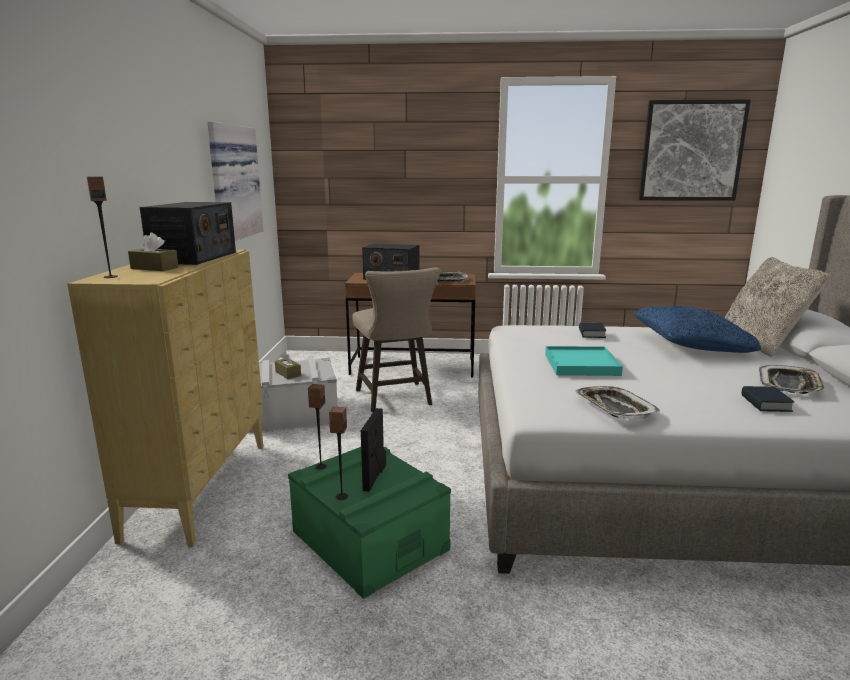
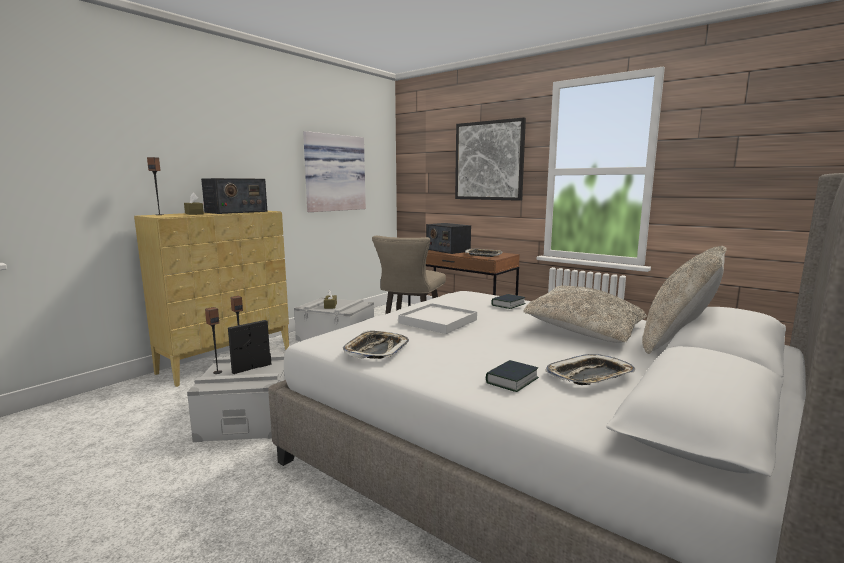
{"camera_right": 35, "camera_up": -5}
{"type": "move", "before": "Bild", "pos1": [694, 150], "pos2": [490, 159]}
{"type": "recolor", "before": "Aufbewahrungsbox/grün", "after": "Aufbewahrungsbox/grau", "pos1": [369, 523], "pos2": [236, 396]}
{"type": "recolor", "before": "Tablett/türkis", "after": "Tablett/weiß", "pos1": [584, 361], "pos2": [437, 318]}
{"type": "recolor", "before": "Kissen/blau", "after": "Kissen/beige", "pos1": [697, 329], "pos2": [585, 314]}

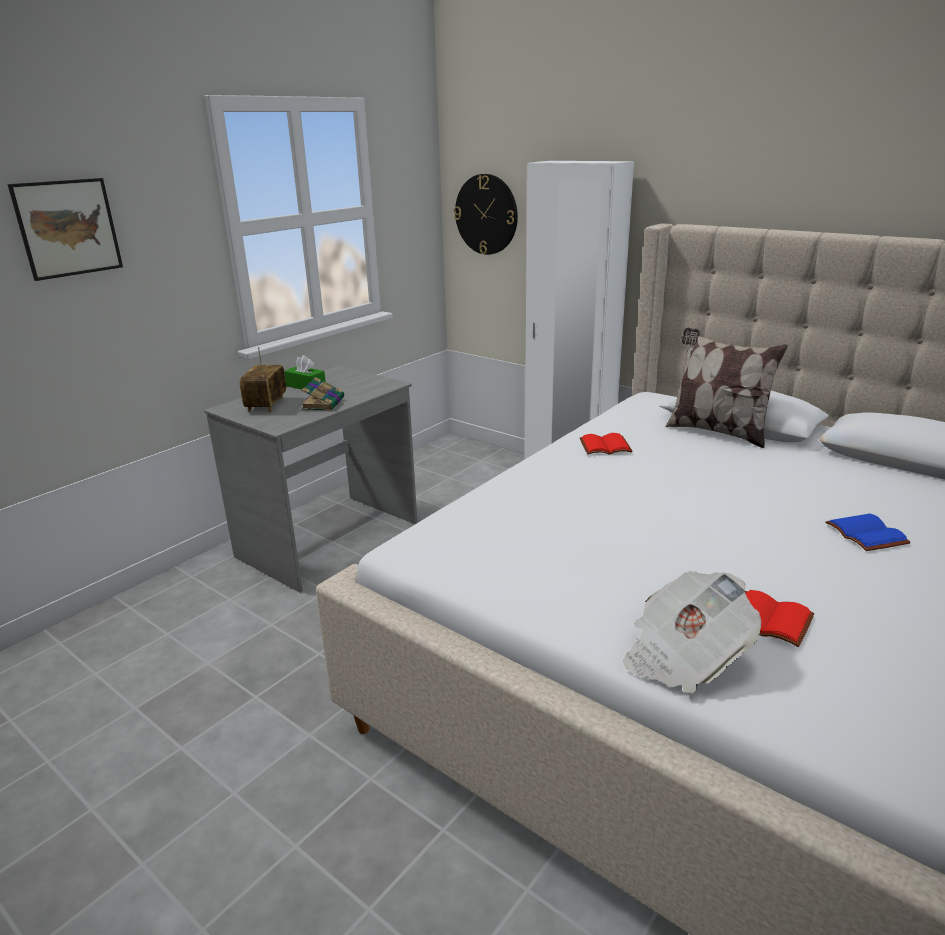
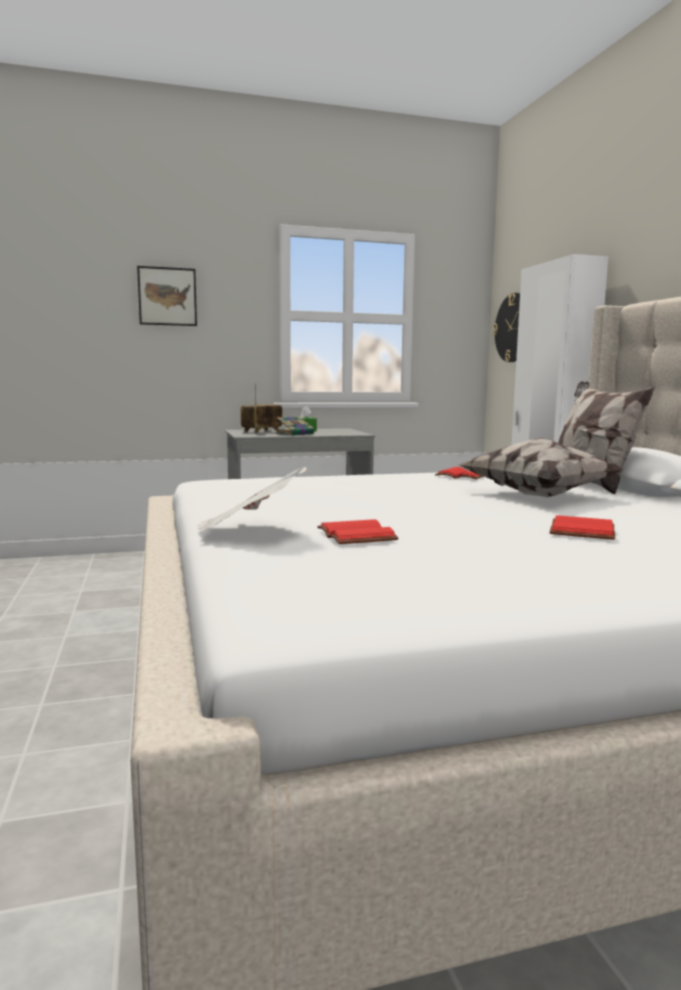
{"camera_right": 35, "camera_up": -15}
{"type": "insert", "after": "Kissen", "pos2": [540, 467]}
{"type": "recolor", "before": "Buch/blau", "after": "Buch/rot", "pos1": [868, 532], "pos2": [582, 527]}

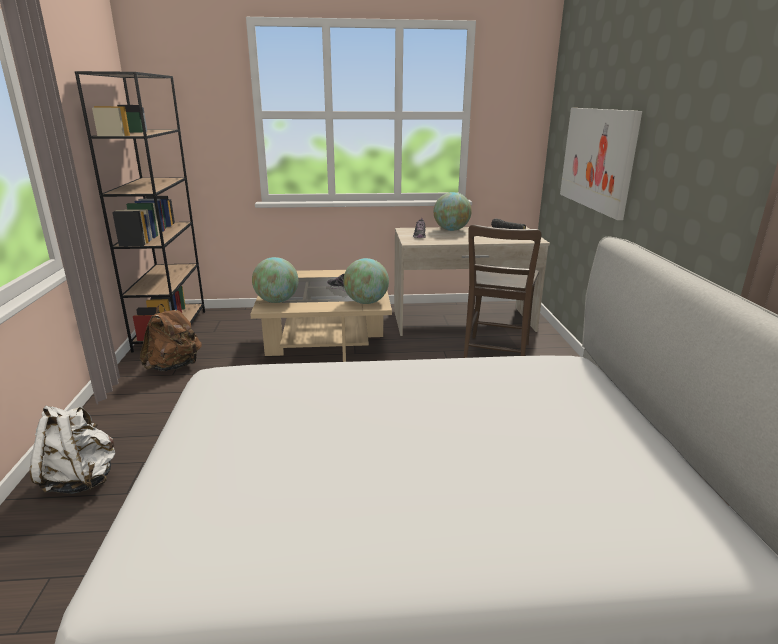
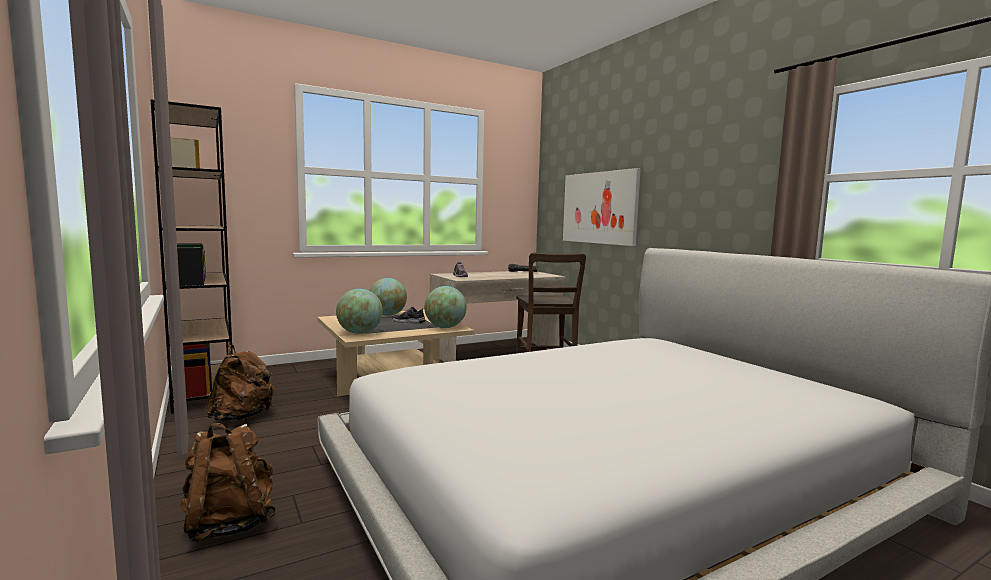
{"camera_right": -25, "camera_up": -15}
{"type": "move", "before": "Globus", "pos1": [453, 211], "pos2": [388, 297]}
{"type": "recolor", "before": "Rucksack/weiß", "after": "Rucksack/braun", "pos1": [72, 450], "pos2": [228, 482]}

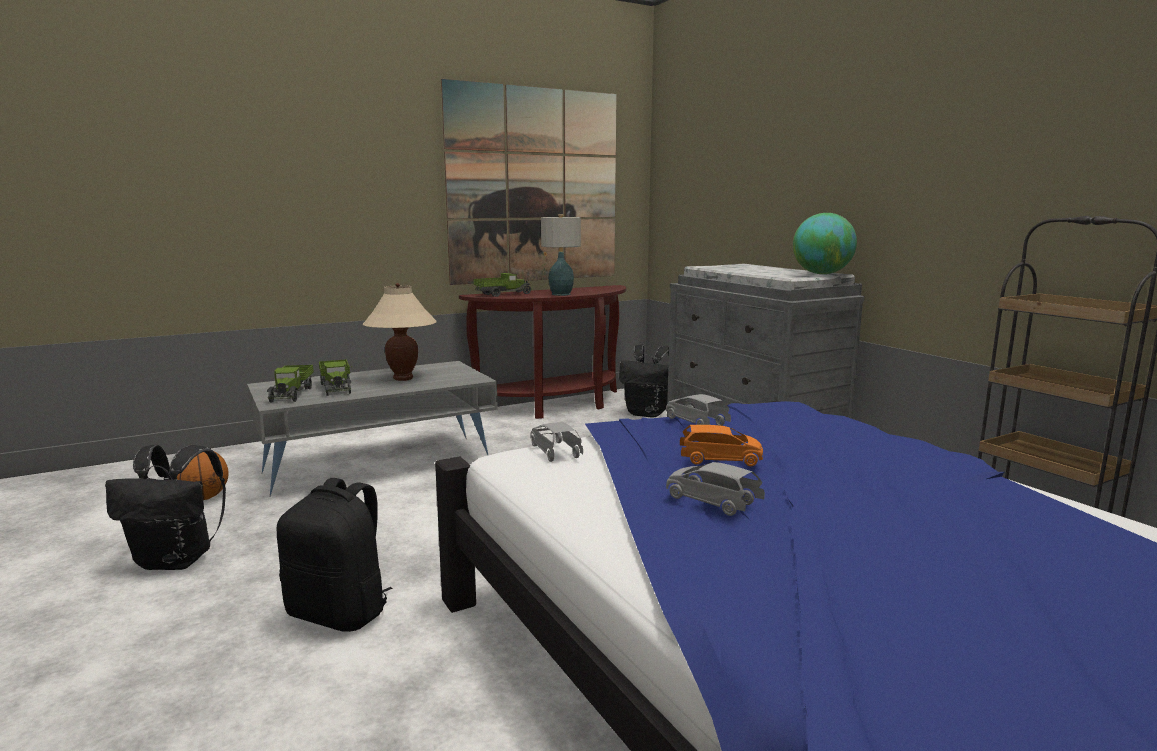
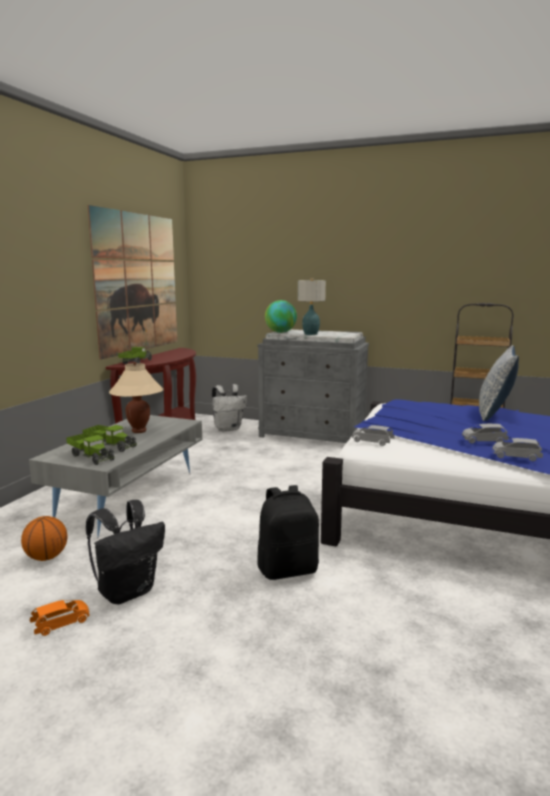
{"camera_right": -40, "camera_up": 0}
{"type": "insert", "after": "Kissen", "pos2": [499, 383]}
{"type": "move", "before": "Tischlampe", "pos1": [561, 255], "pos2": [312, 306]}
{"type": "move", "before": "Spielzeugauto/grau", "pos1": [698, 410], "pos2": [517, 449]}
{"type": "move", "before": "Spielzeugauto/orange", "pos1": [721, 445], "pos2": [60, 618]}
{"type": "move", "before": "Globus", "pos1": [825, 243], "pos2": [281, 316]}
{"type": "recolor", "before": "Rucksack/schwarz", "after": "Rucksack/weiß", "pos1": [644, 381], "pos2": [229, 407]}

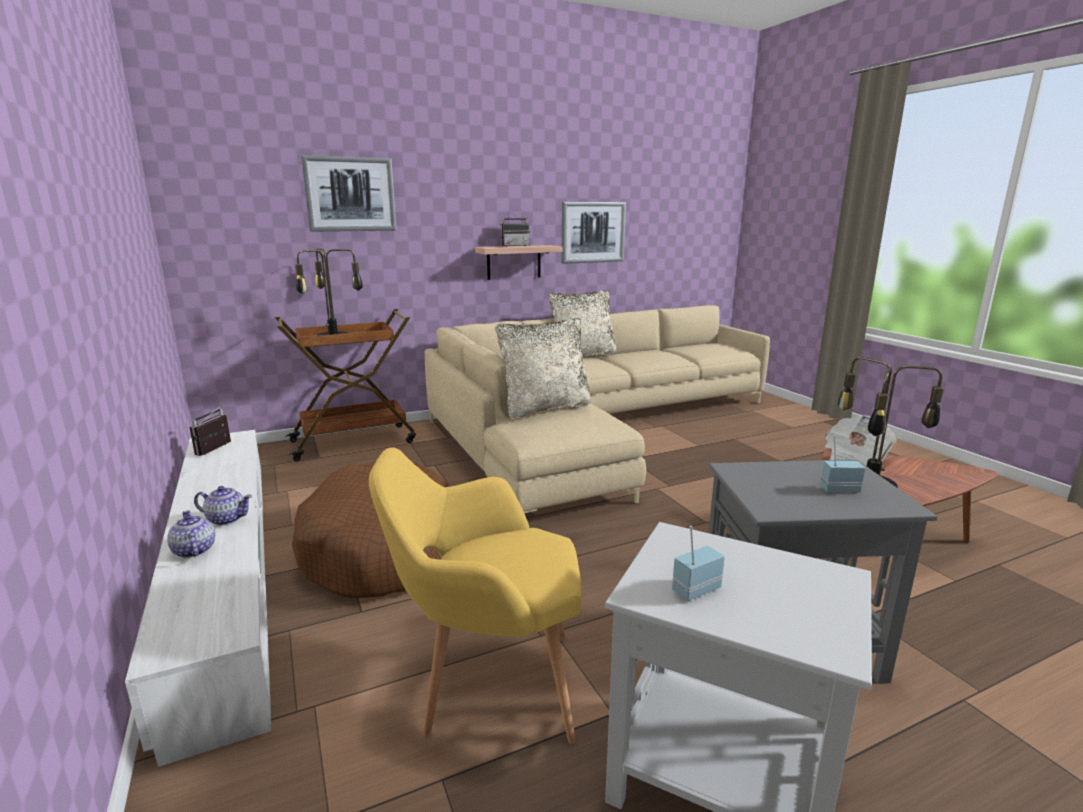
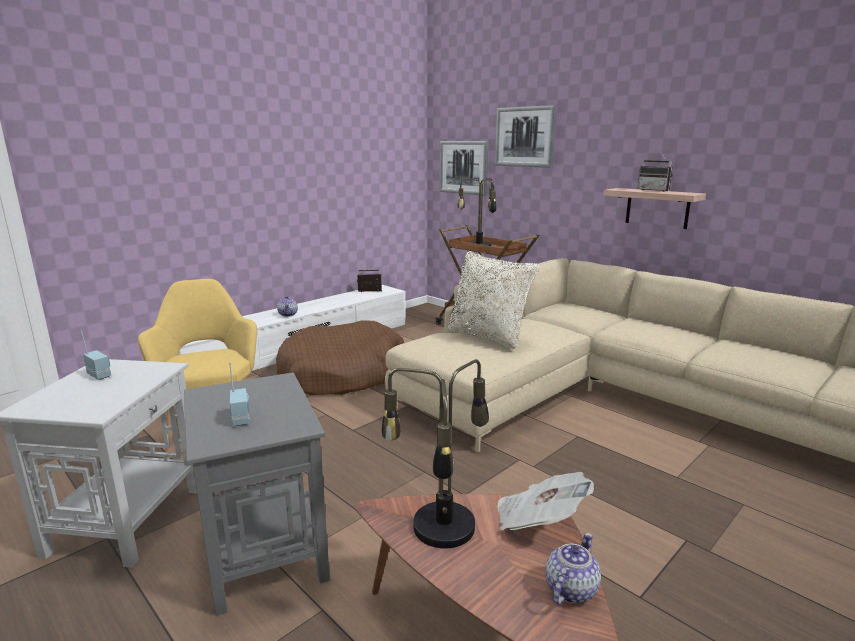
{"camera_right": 70, "camera_up": 0}
{"type": "delete", "before": "Kissen/beige", "pos1": [582, 323]}
{"type": "move", "before": "Teekanne", "pos1": [191, 534], "pos2": [573, 569]}
{"type": "move", "before": "Bild", "pos1": [593, 233], "pos2": [463, 168]}

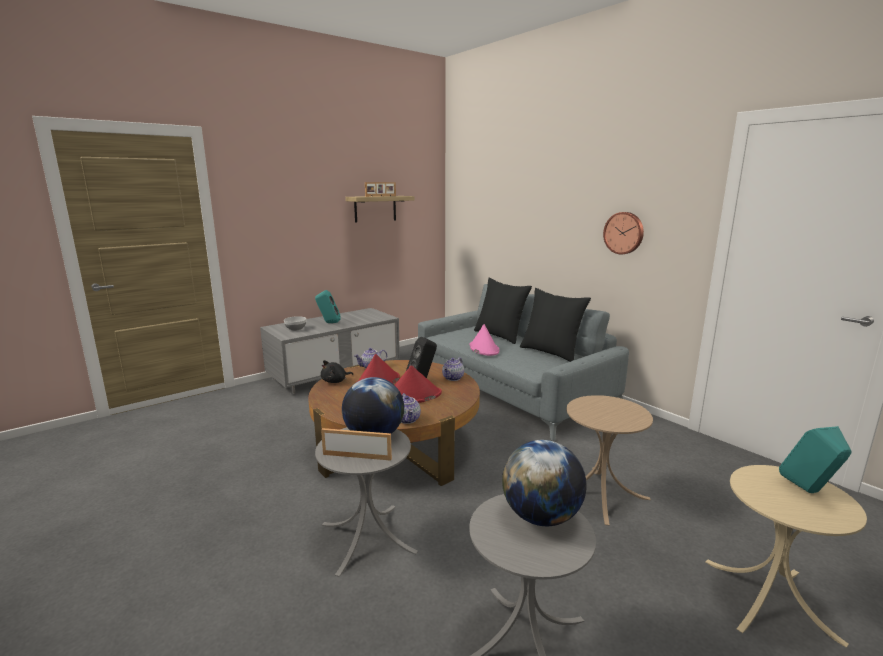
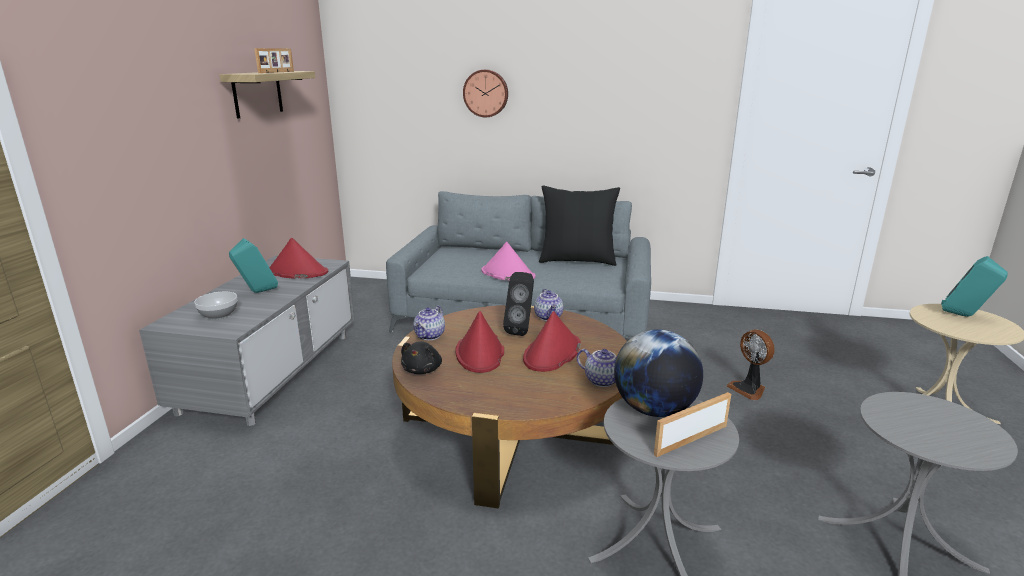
{"camera_right": -40, "camera_up": 5}
{"type": "delete", "before": "Kissen/schwarz", "pos1": [503, 311]}
{"type": "delete", "before": "Globus", "pos1": [544, 483]}
{"type": "insert", "after": "Hut/rot", "pos2": [298, 258]}
{"type": "move", "before": "Wanduhr", "pos1": [623, 233], "pos2": [485, 93]}
{"type": "replace", "before": "Beistelltisch/beige", "after": "Ventilator", "pos1": [610, 460], "pos2": [751, 364]}

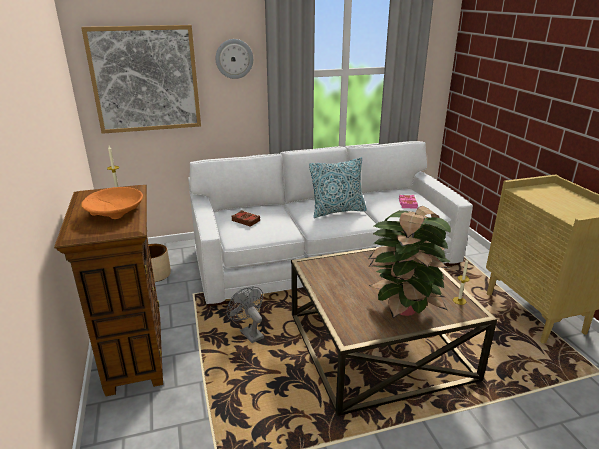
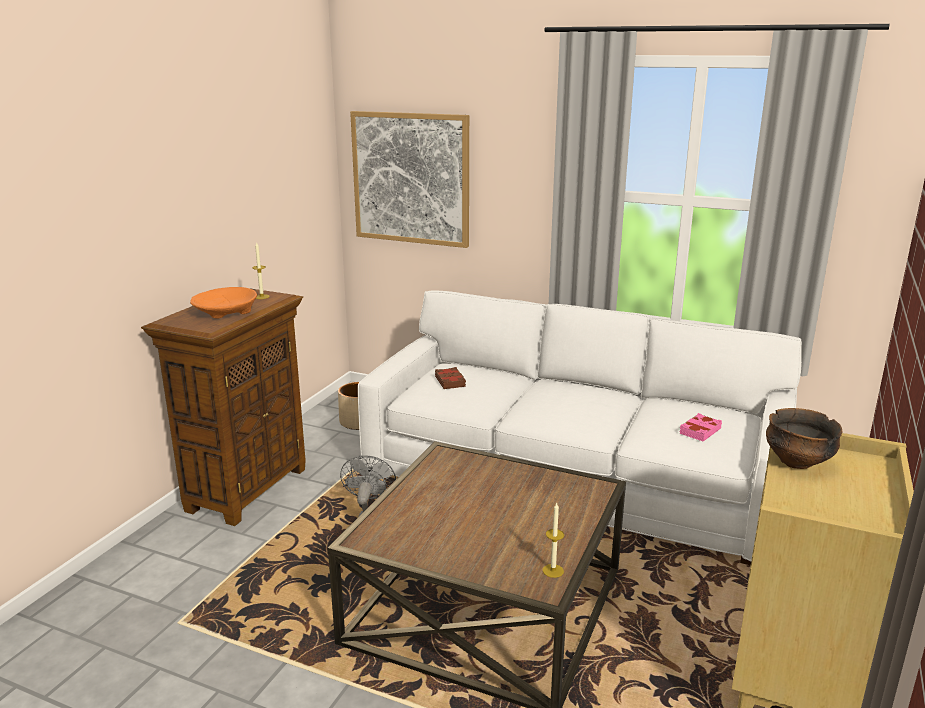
{"camera_right": 40, "camera_up": -5}
{"type": "delete", "before": "Wanduhr", "pos1": [234, 59]}
{"type": "delete", "before": "Kissen", "pos1": [338, 187]}
{"type": "delete", "before": "Topfpflanze", "pos1": [410, 262]}
{"type": "insert", "after": "Schüssel", "pos2": [804, 438]}

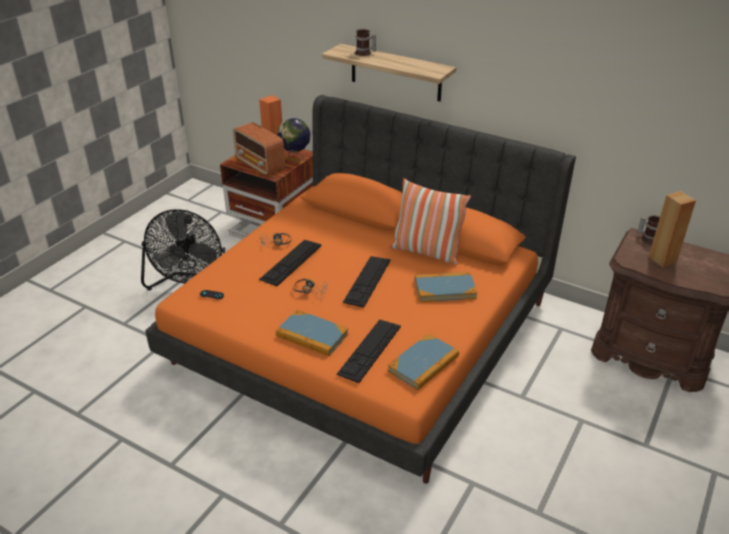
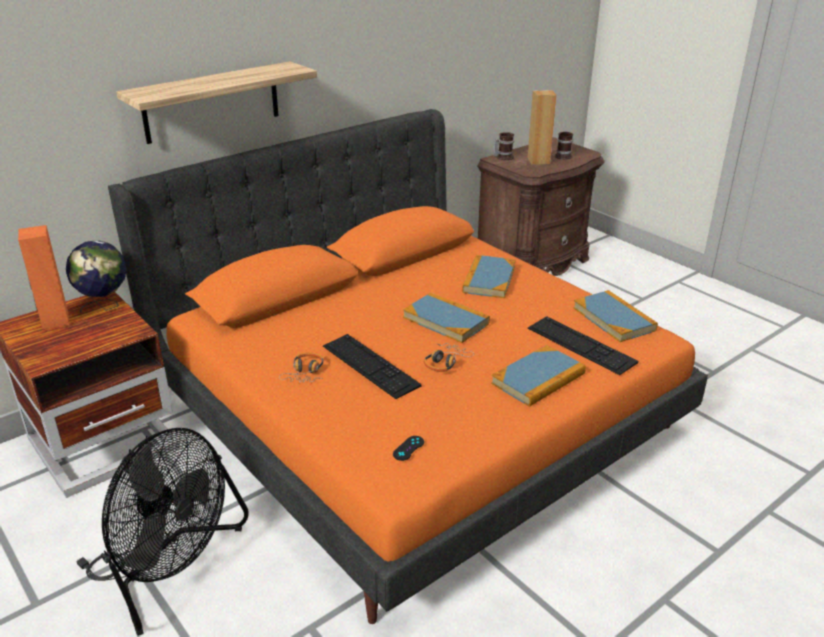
{"camera_right": -70, "camera_up": -5}
{"type": "delete", "before": "Radio", "pos1": [259, 149]}
{"type": "delete", "before": "Kissen", "pos1": [430, 221]}
{"type": "move", "before": "Henkelbecher", "pos1": [365, 42], "pos2": [564, 146]}
{"type": "replace", "before": "Tastatur", "after": "Buch", "pos1": [367, 282], "pos2": [446, 318]}

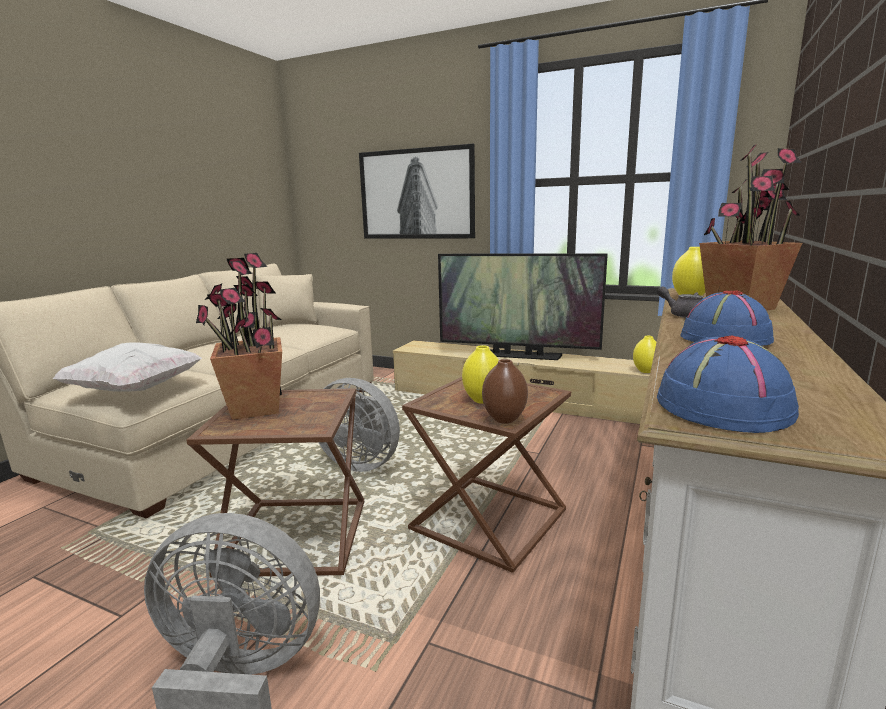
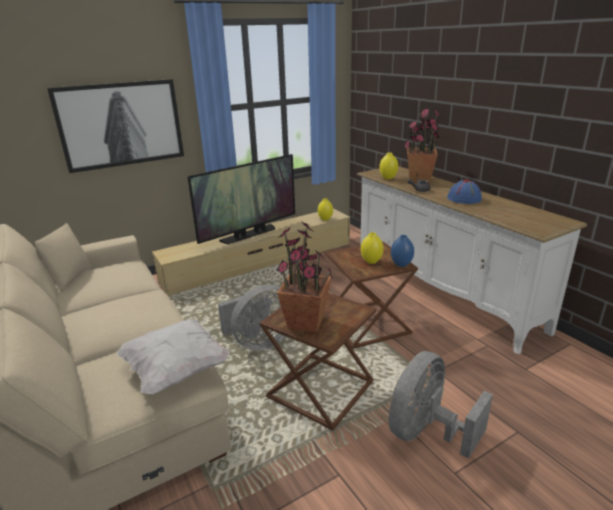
{"camera_right": -55, "camera_up": 10}
{"type": "delete", "before": "Hut/blau", "pos1": [728, 384]}
{"type": "recolor", "before": "Vase/braun", "after": "Vase/blau", "pos1": [505, 391], "pos2": [402, 251]}

